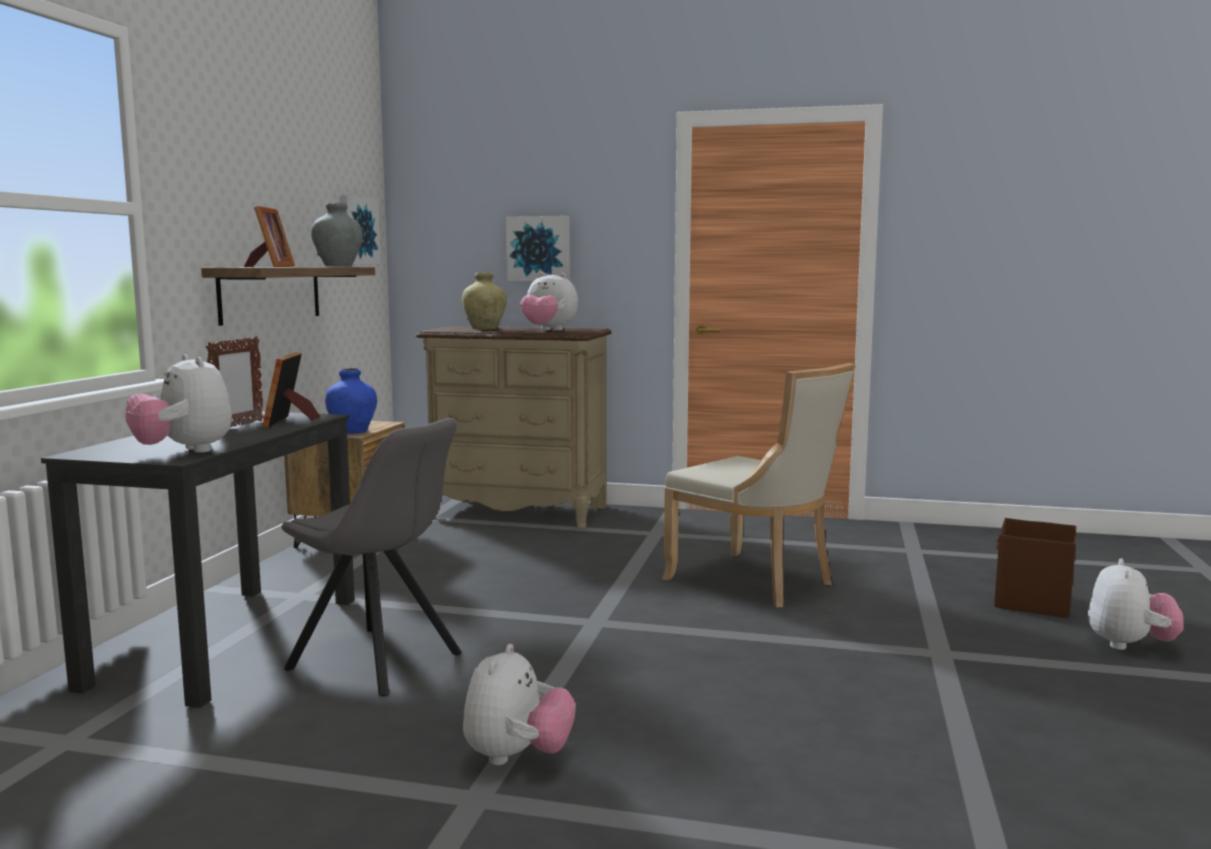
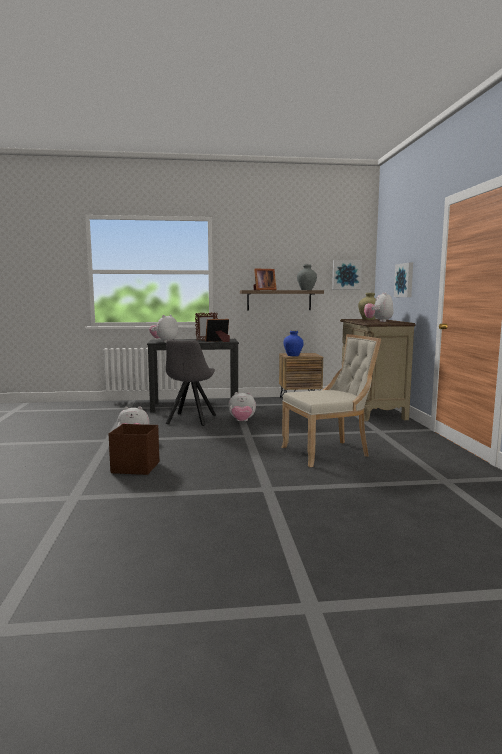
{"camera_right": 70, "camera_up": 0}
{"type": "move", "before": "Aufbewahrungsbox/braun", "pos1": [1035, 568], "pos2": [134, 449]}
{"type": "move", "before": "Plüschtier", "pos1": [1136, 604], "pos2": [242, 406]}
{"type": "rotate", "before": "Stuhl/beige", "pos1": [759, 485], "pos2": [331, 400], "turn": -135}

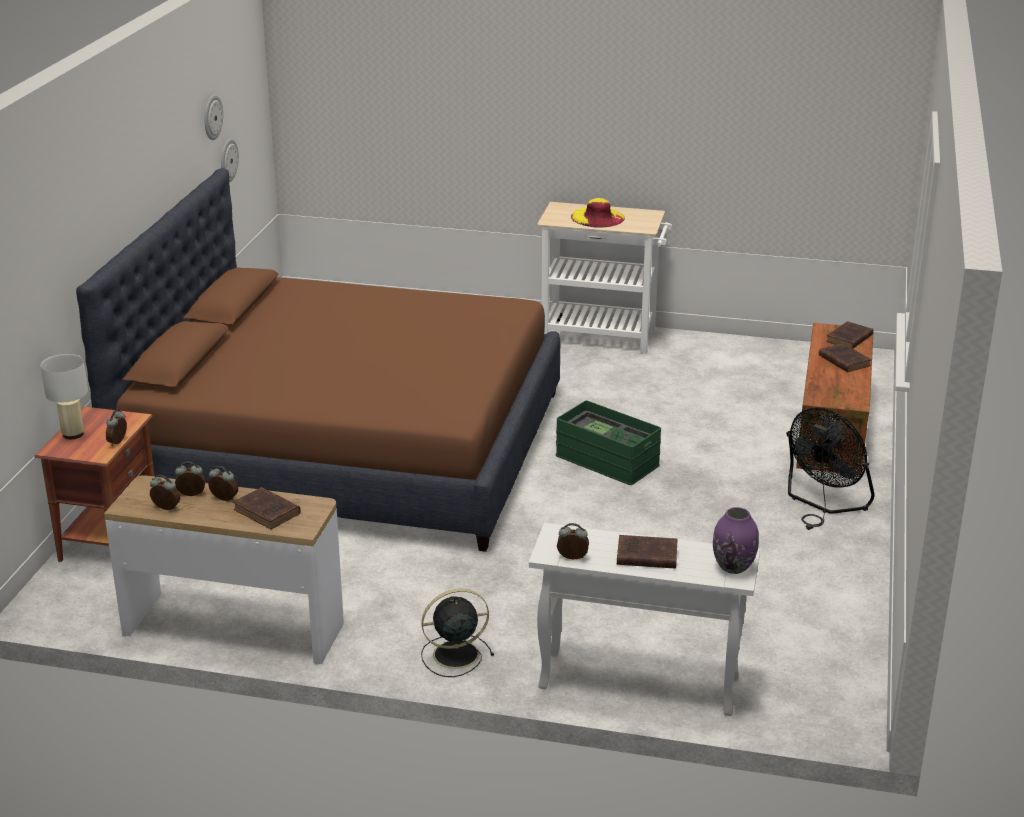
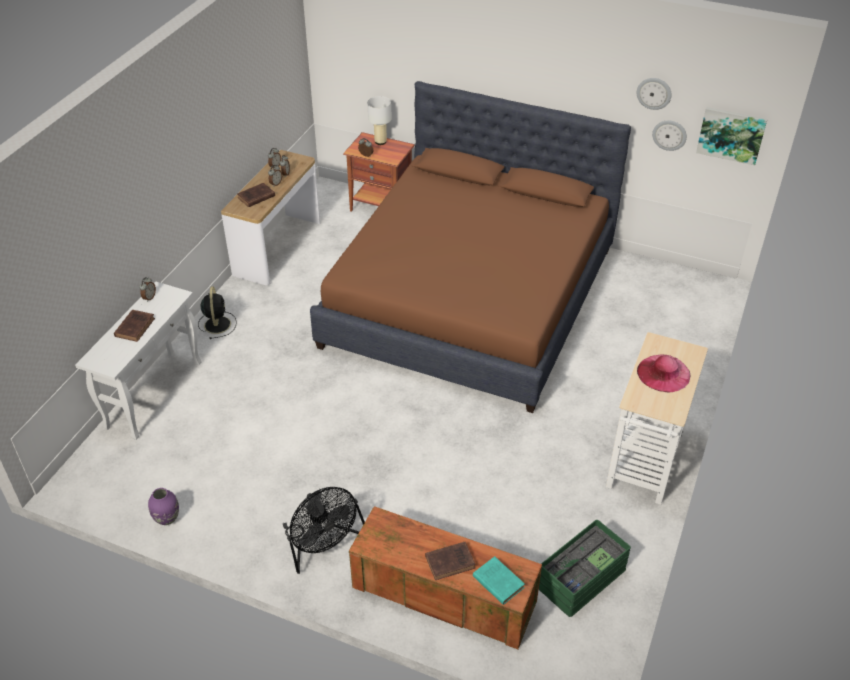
{"camera_right": 100, "camera_up": 15}
{"type": "insert", "after": "Bild", "pos2": [731, 136]}
{"type": "move", "before": "Aufbewahrungsbox/grün", "pos1": [608, 443], "pos2": [585, 568]}
{"type": "move", "before": "Vase/lila", "pos1": [736, 540], "pos2": [163, 506]}
{"type": "recolor", "before": "Hut/gelb", "after": "Hut/rosa", "pos1": [598, 213], "pos2": [663, 373]}
{"type": "recolor", "before": "Buch/braun", "after": "Buch/türkis", "pos1": [849, 334], "pos2": [499, 580]}

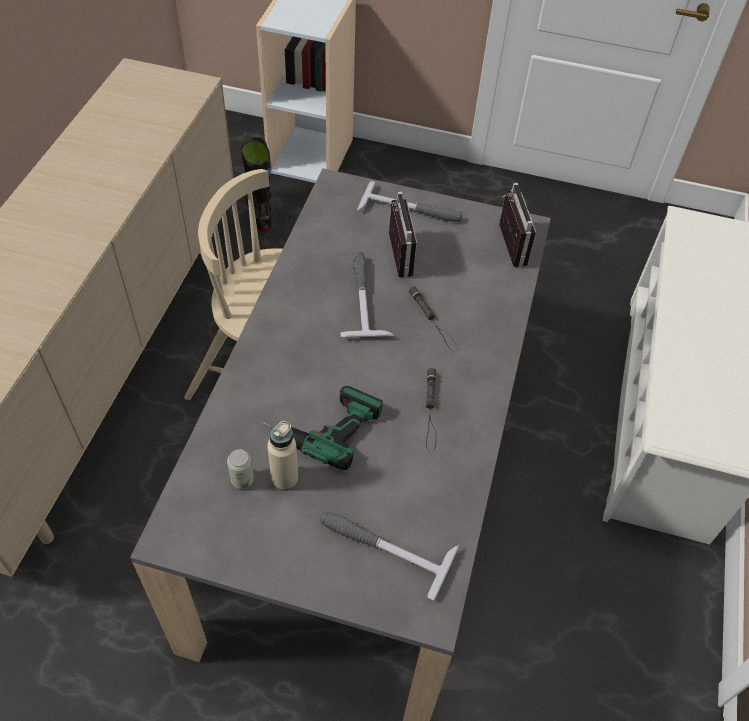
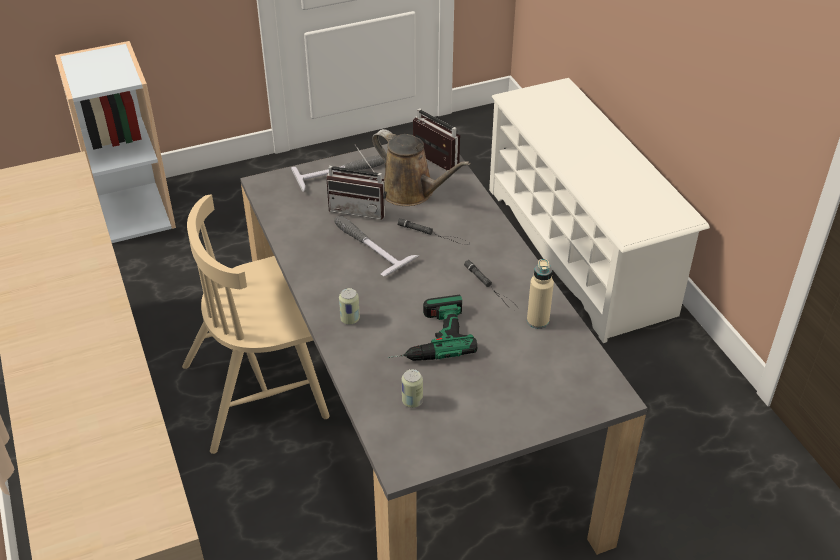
{"camera_right": -35, "camera_up": -10}
{"type": "delete", "before": "Stiefel/schwarz", "pos1": [257, 184]}
{"type": "delete", "before": "Hammer", "pos1": [389, 556]}
{"type": "insert", "after": "Dose", "pos2": [349, 306]}
{"type": "insert", "after": "Gießkanne/braun", "pos2": [421, 167]}
{"type": "move", "before": "Flasche/beige", "pos1": [282, 456], "pos2": [540, 294]}
{"type": "rotate", "before": "Radio", "pos1": [398, 235], "pos2": [357, 182], "turn": 150}

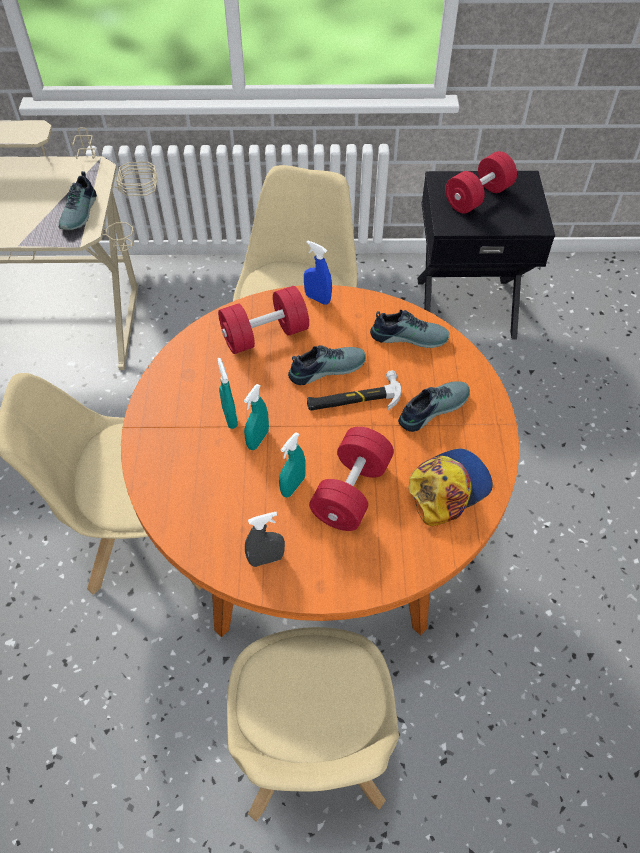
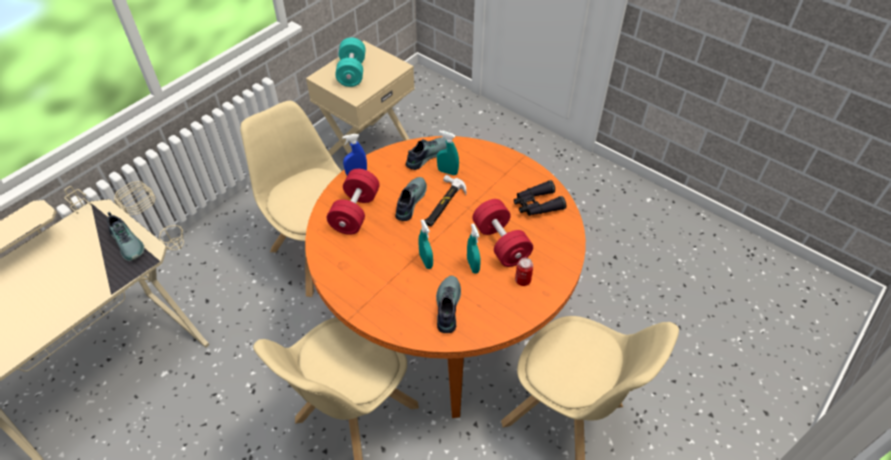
{"camera_right": -50, "camera_up": -5}
{"type": "delete", "before": "Sprühflasche/grau", "pos1": [265, 539]}
{"type": "insert", "after": "Dose", "pos2": [524, 272]}
{"type": "move", "before": "Sprühflasche/türkis", "pos1": [228, 393], "pos2": [448, 153]}
{"type": "move", "before": "Schuh", "pos1": [434, 406], "pos2": [448, 304]}
{"type": "replace", "before": "Kappe", "after": "Fernglas/schwarz", "pos1": [450, 487], "pos2": [540, 198]}
{"type": "recolor", "before": "Nachttisch/schwarz", "after": "Nachttisch/beige", "pos1": [486, 255], "pos2": [360, 98]}
{"type": "recolor", "before": "Hantel/rot", "after": "Hantel/türkis", "pos1": [481, 182], "pos2": [350, 62]}

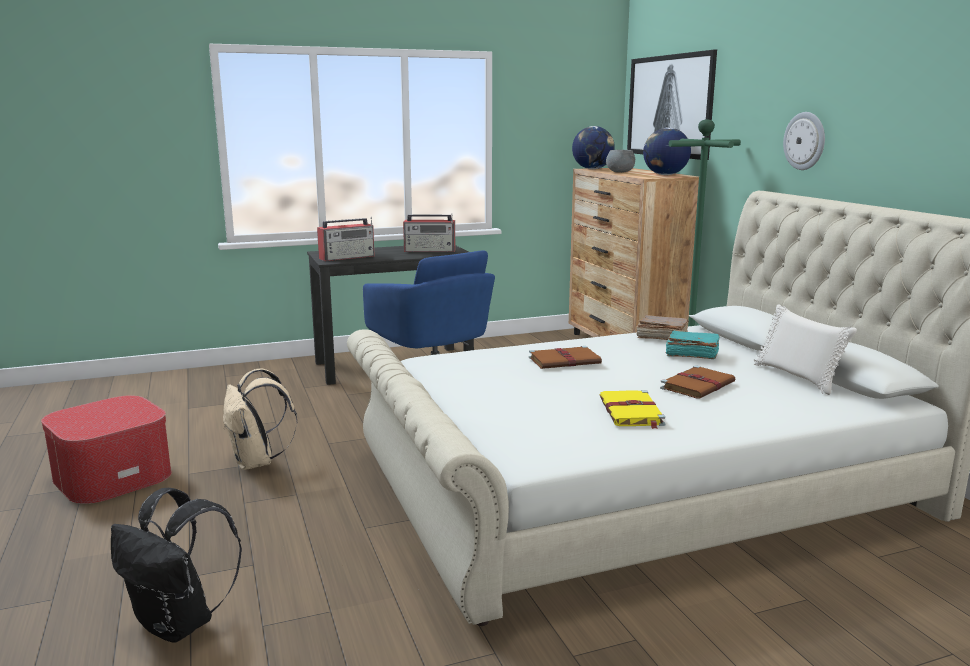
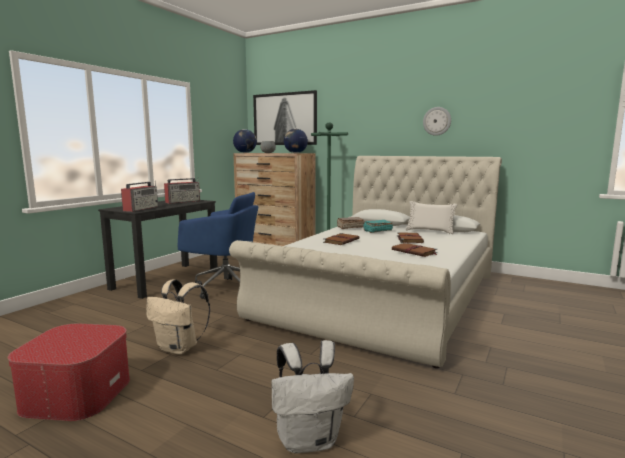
{"camera_right": -40, "camera_up": -5}
{"type": "move", "before": "Wanduhr", "pos1": [804, 141], "pos2": [437, 121]}
{"type": "recolor", "before": "Rucksack/schwarz", "after": "Rucksack/weiß", "pos1": [176, 565], "pos2": [312, 397]}
{"type": "recolor", "before": "Buch/gelb", "after": "Buch/braun", "pos1": [632, 409], "pos2": [415, 250]}

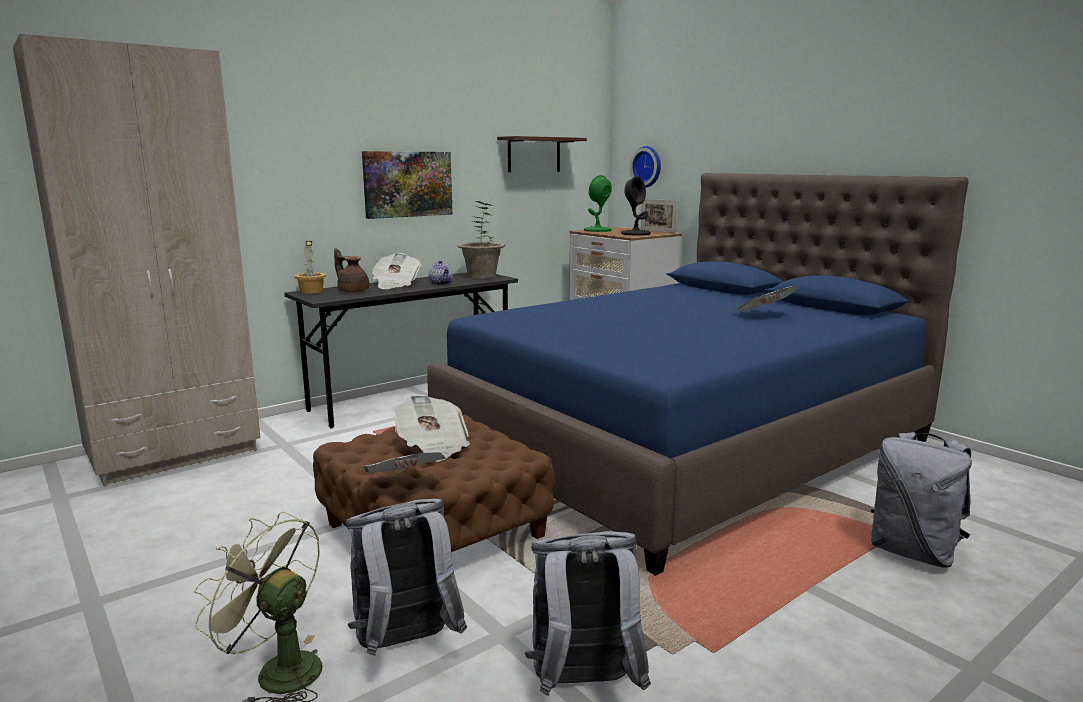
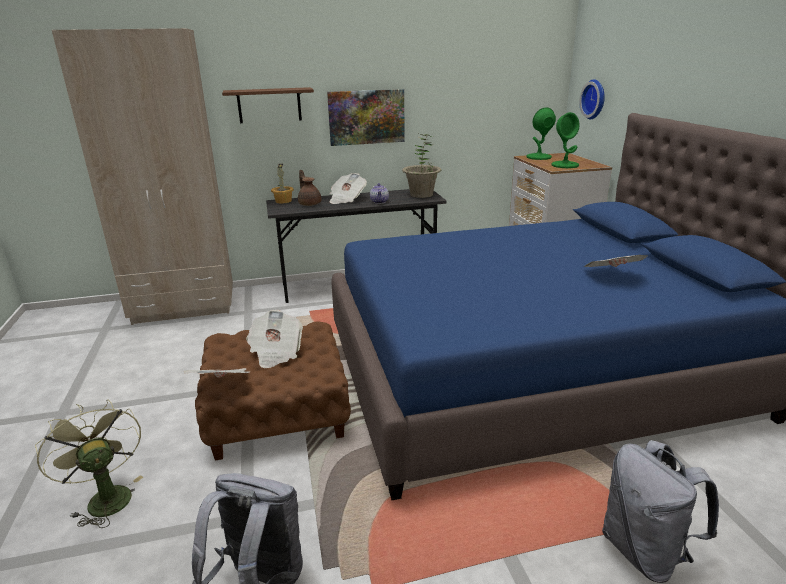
{"camera_right": 25, "camera_up": 10}
{"type": "delete", "before": "Rucksack/grau", "pos1": [406, 577]}
{"type": "delete", "before": "Bilderrahmen", "pos1": [659, 216]}
{"type": "move", "before": "Wandregal/braun", "pos1": [542, 154], "pos2": [268, 105]}
{"type": "recolor", "before": "Tischlampe/schwarz", "after": "Tischlampe/grün", "pos1": [636, 205], "pos2": [565, 140]}

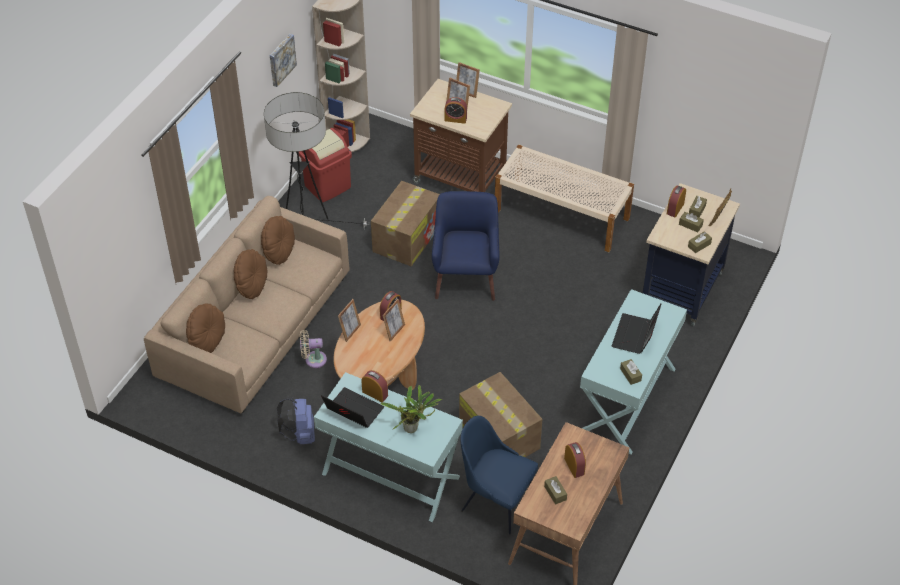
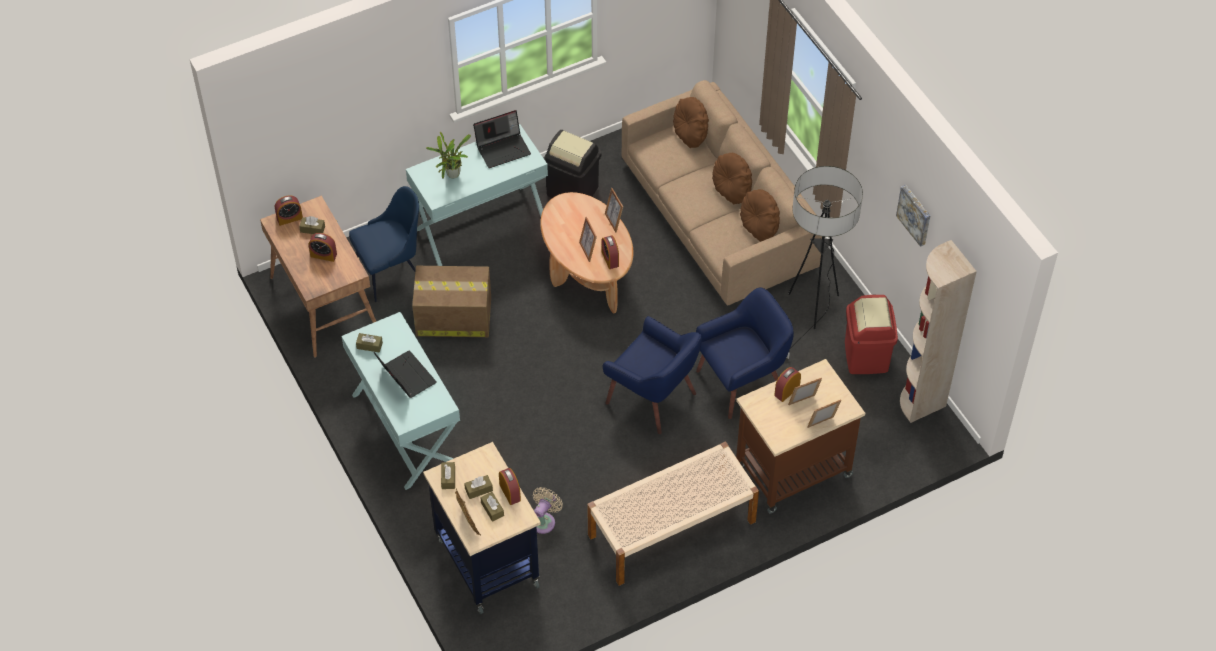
{"camera_right": 125, "camera_up": 5}
{"type": "move", "before": "Ventilator/beige", "pos1": [313, 349], "pos2": [548, 510]}
{"type": "move", "before": "Wecker", "pos1": [374, 386], "pos2": [289, 211]}
{"type": "replace", "before": "Rucksack/blau", "after": "Mülleimer/schwarz", "pos1": [296, 420], "pos2": [572, 164]}
{"type": "replace", "before": "Karton", "after": "Sessel/blau", "pos1": [405, 223], "pos2": [745, 353]}

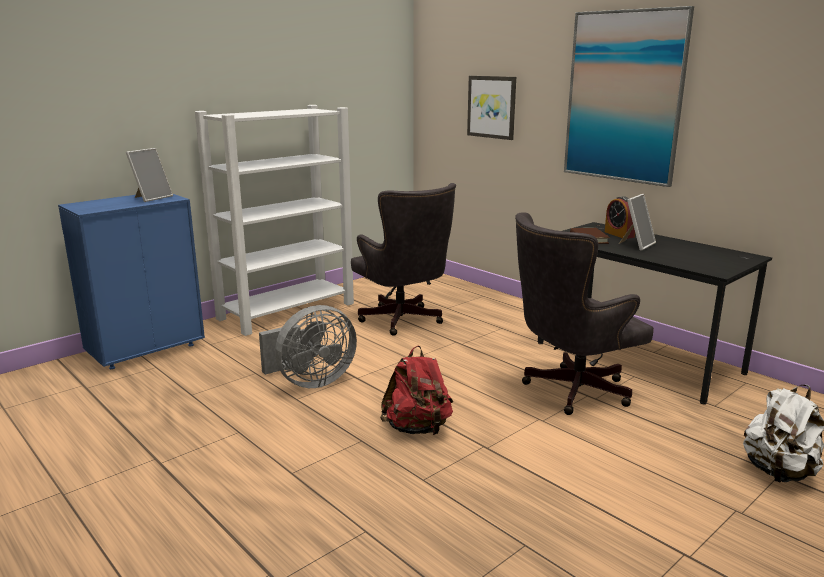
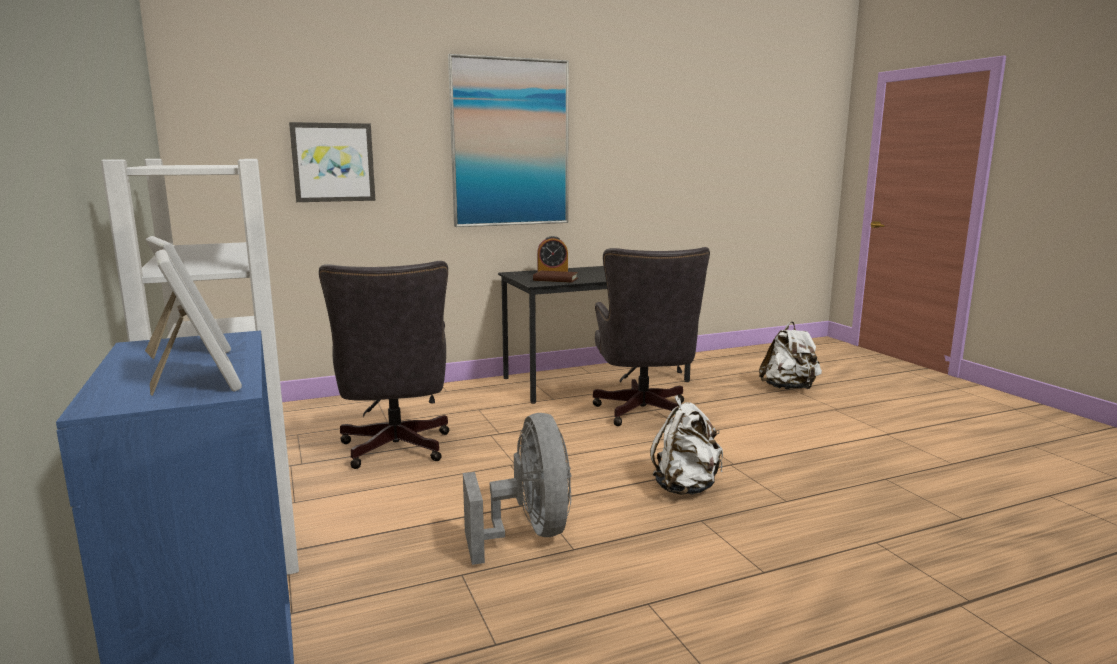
{"camera_right": -70, "camera_up": -5}
{"type": "move", "before": "Bilderrahmen", "pos1": [637, 222], "pos2": [196, 322]}
{"type": "recolor", "before": "Rucksack/rot", "after": "Rucksack/weiß", "pos1": [416, 390], "pos2": [686, 445]}
{"type": "rotate", "before": "Bürostuhl/grau", "pos1": [403, 259], "pos2": [384, 365], "turn": 90}

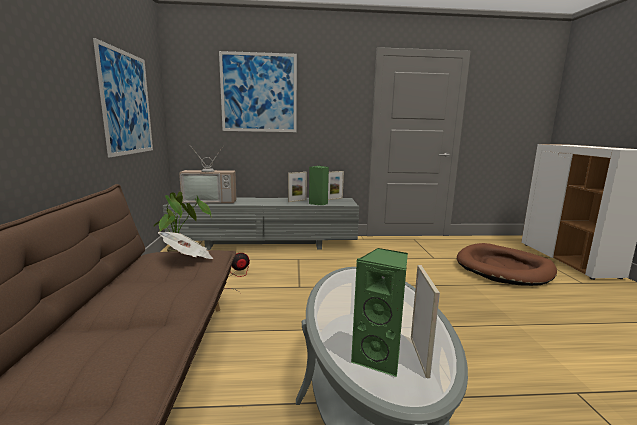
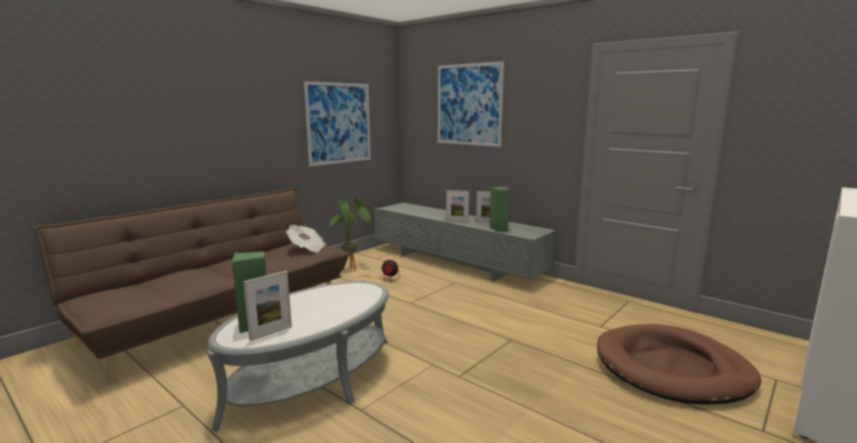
{"camera_right": 45, "camera_up": 0}
{"type": "delete", "before": "Fernseher", "pos1": [208, 175]}
{"type": "move", "before": "Bilderrahmen", "pos1": [336, 185], "pos2": [457, 206]}

